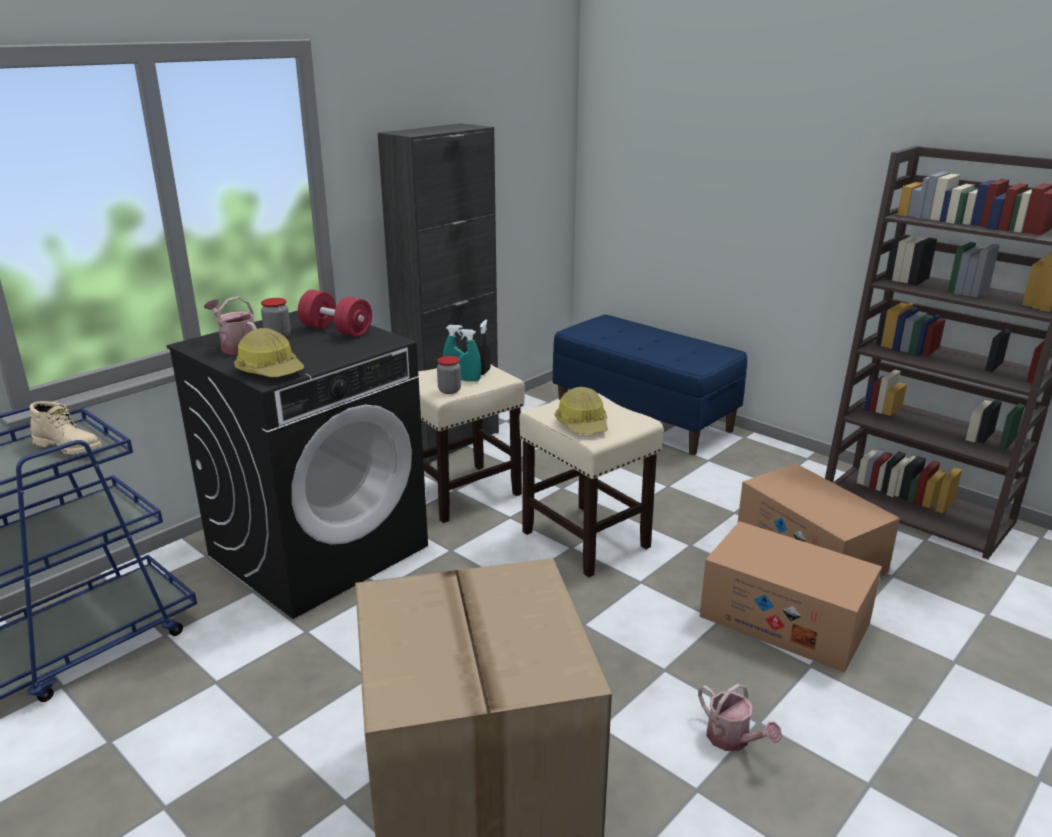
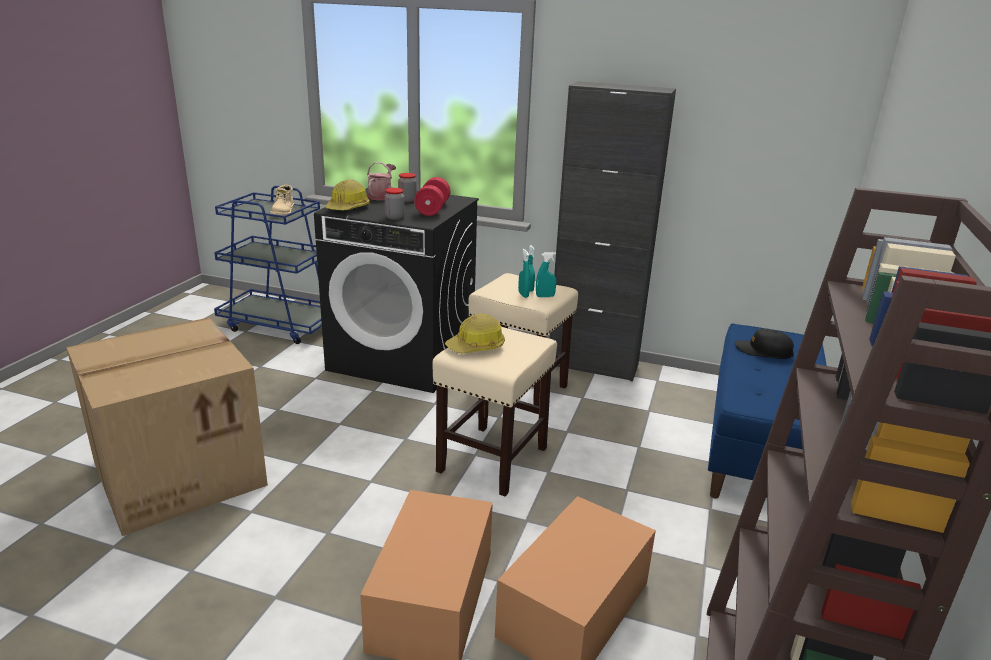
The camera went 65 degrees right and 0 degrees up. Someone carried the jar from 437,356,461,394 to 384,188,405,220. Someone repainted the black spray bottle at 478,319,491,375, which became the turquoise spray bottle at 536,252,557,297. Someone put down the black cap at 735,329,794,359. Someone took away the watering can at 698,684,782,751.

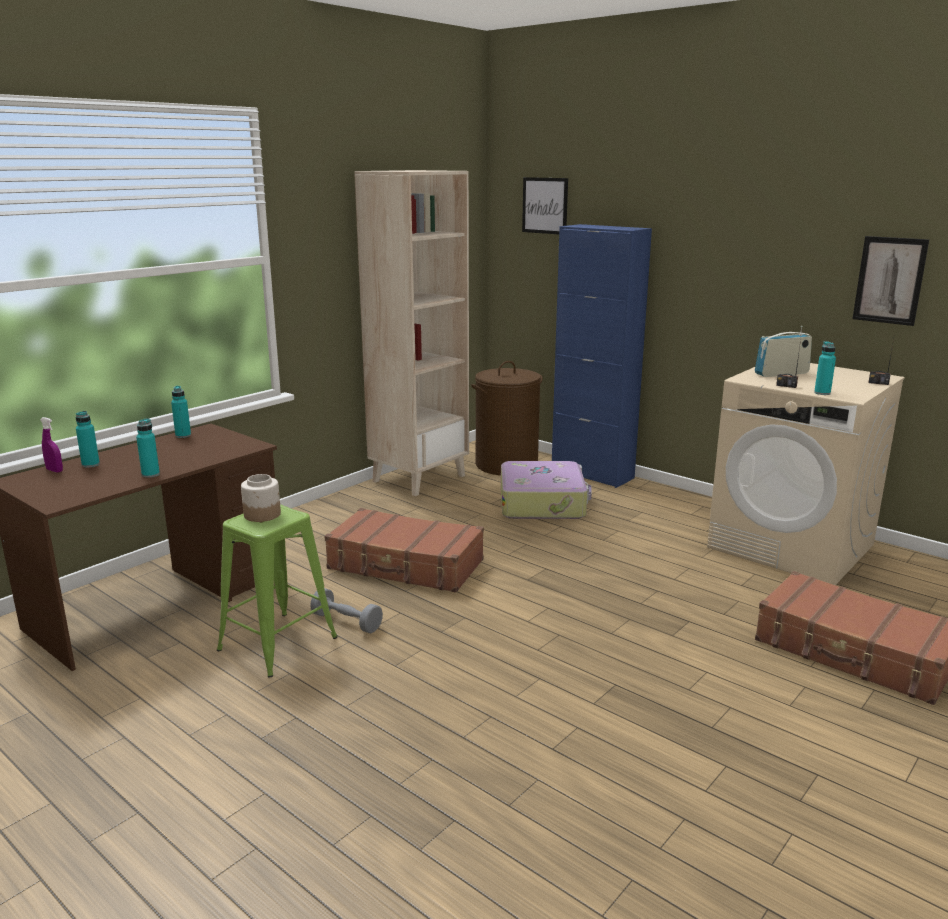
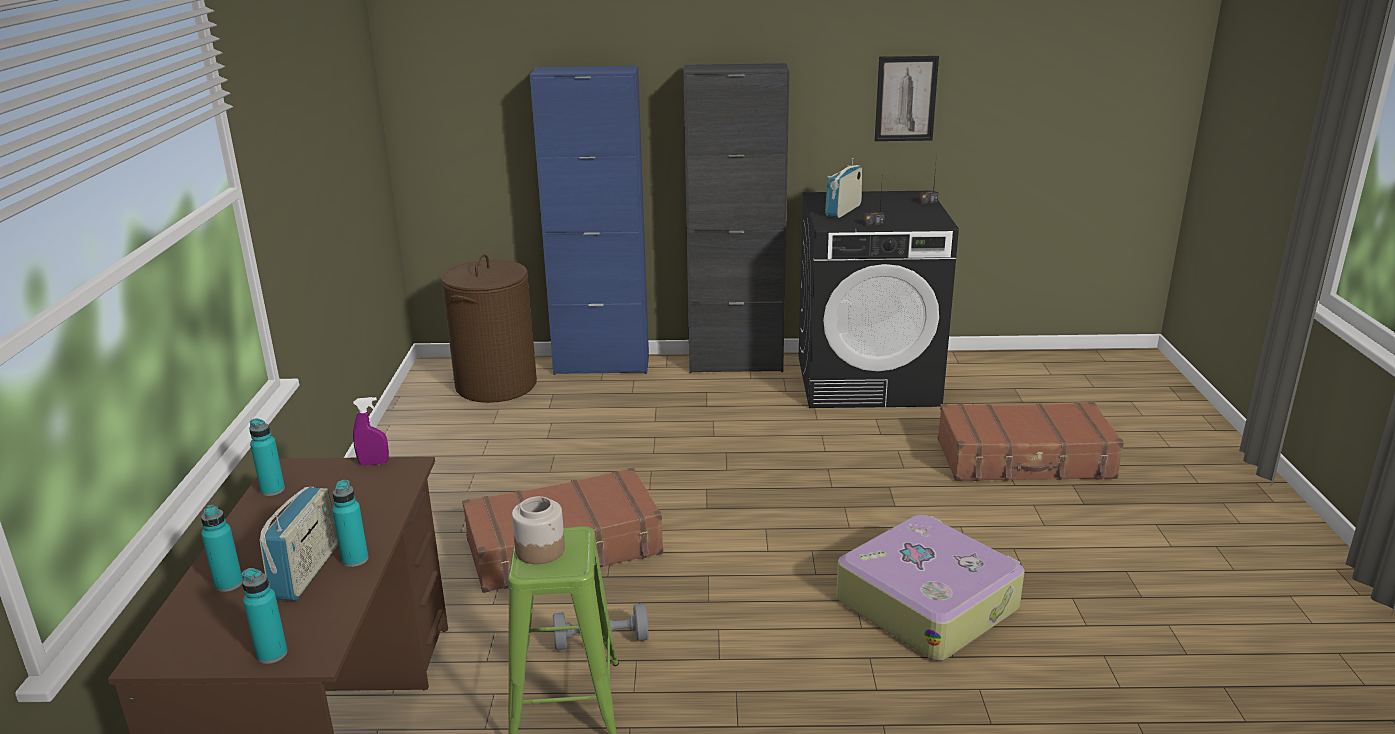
The camera went 40 degrees left and 5 degrees up. Someone carried the turquoise bottle from 814,341,836,395 to 242,568,288,664. Someone put down the radio at 260,487,338,600. Someone carried the purple spray bottle from 40,417,63,472 to 353,397,389,466. Someone put down the black cabinet at 683,63,790,373. Someone repainted the beige washing machine at 707,363,905,585, which became the black washing machine at 799,191,959,408. Someone carried the suitcase from 501,461,591,519 to 836,515,1025,661. Someone took away the beige bookcase at 354,170,469,496. Someone took away the picture at 522,177,568,234.

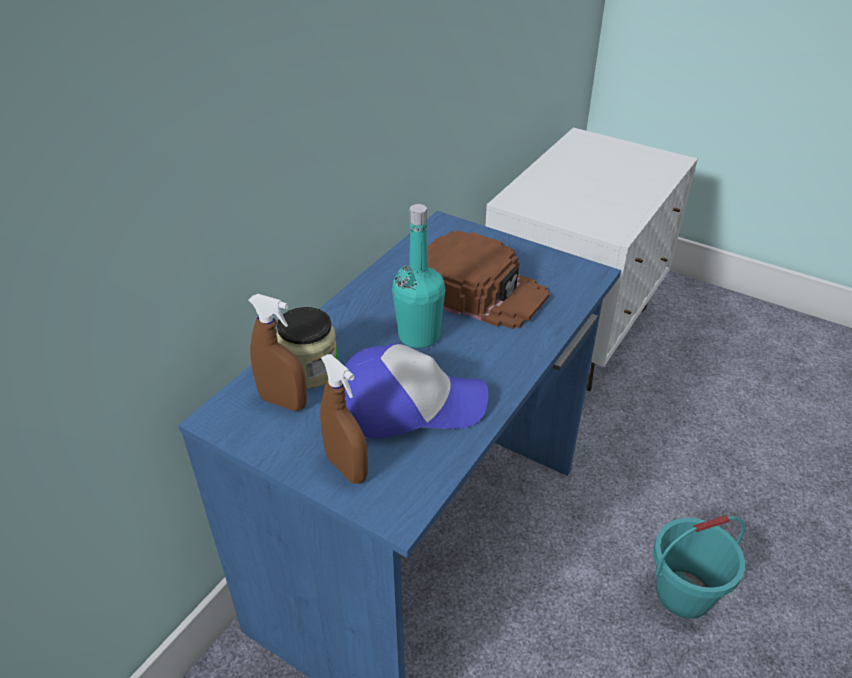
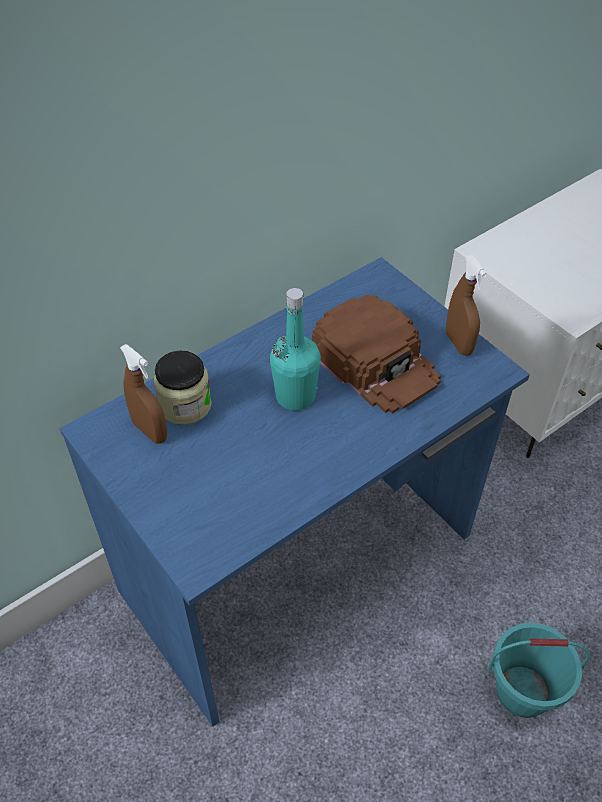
The camera went 20 degrees right and 10 degrees up. Someone carried the brown spray bottle from 320,354,368,484 to 446,255,487,356. Someone took away the cap at 344,344,488,439.

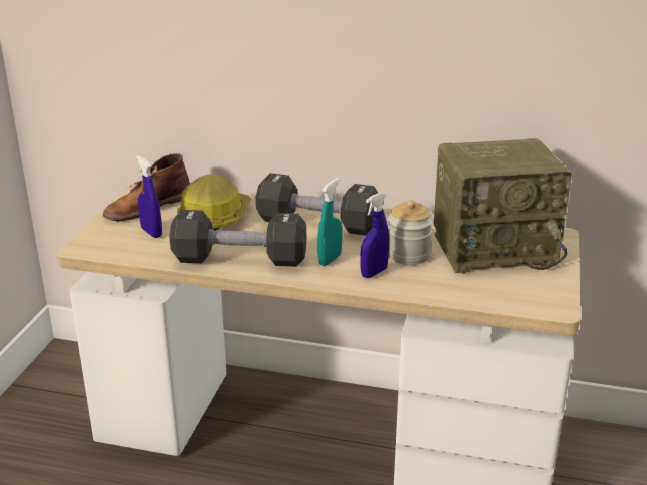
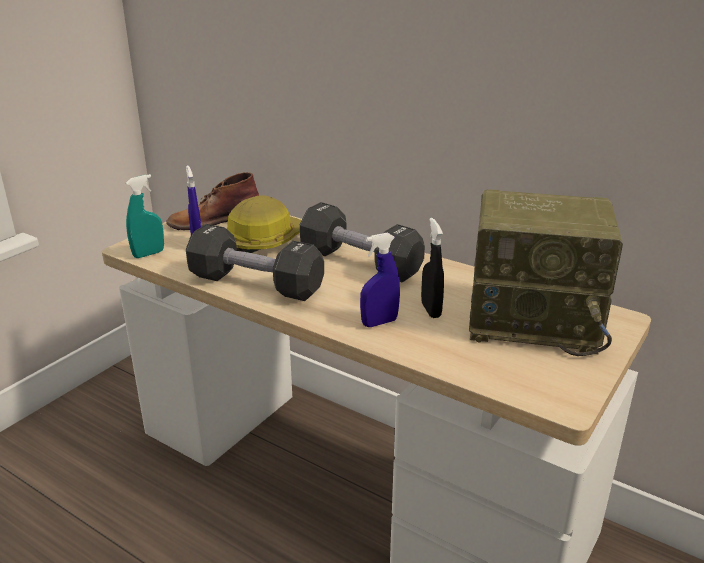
The camera went 20 degrees right and 0 degrees up. Someone carried the turquoise spray bottle from 317,178,343,266 to 126,174,164,258. Someone swapped the jar at 388,200,433,265 for the black spray bottle at 421,218,444,318.

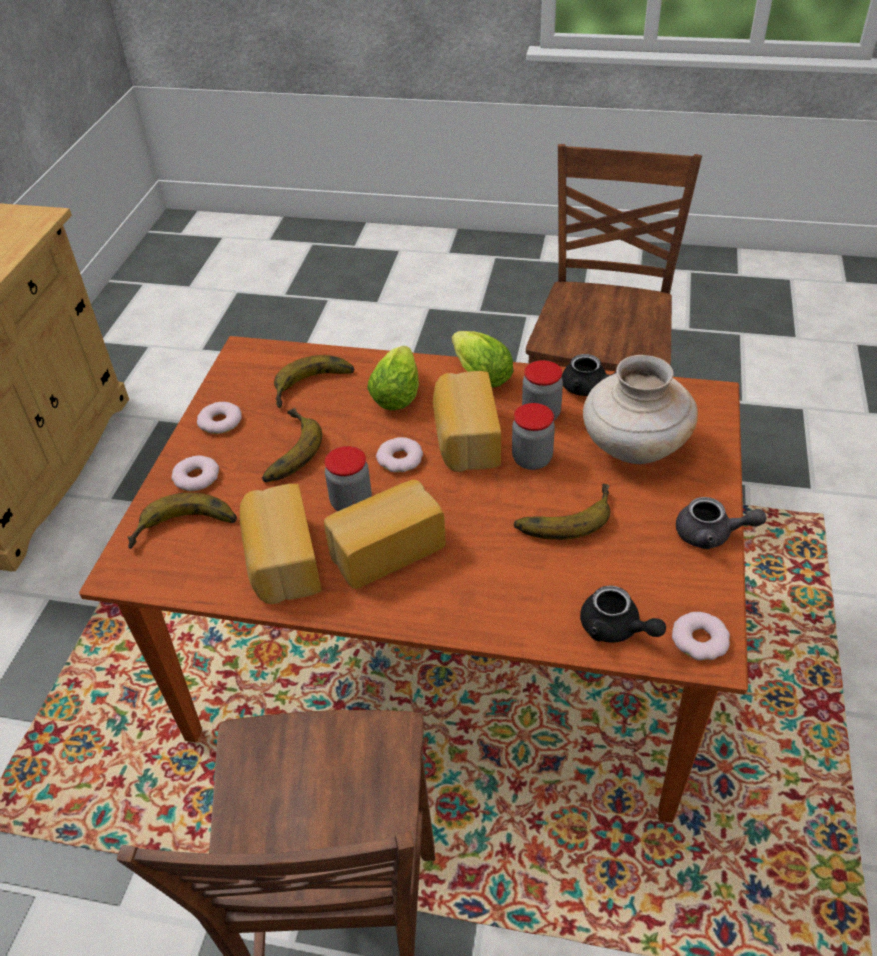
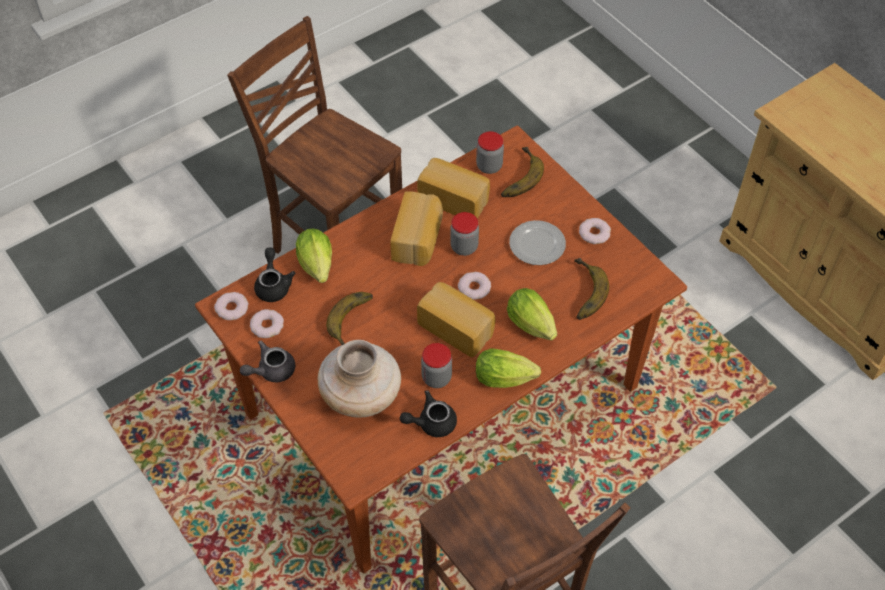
The camera went 130 degrees right and 10 degrees up. Someone carried the donut from 172,455,219,491 to 250,309,284,338. Someone rotated the black teapot at 580,585,666,643 by 90 degrees clockwise. Someone put down the lettuce at 296,229,332,283. Someone carried the jar from 512,403,555,470 to 476,131,504,174. Someone swapped the banana at 262,408,322,482 for the plate at 509,220,566,265.

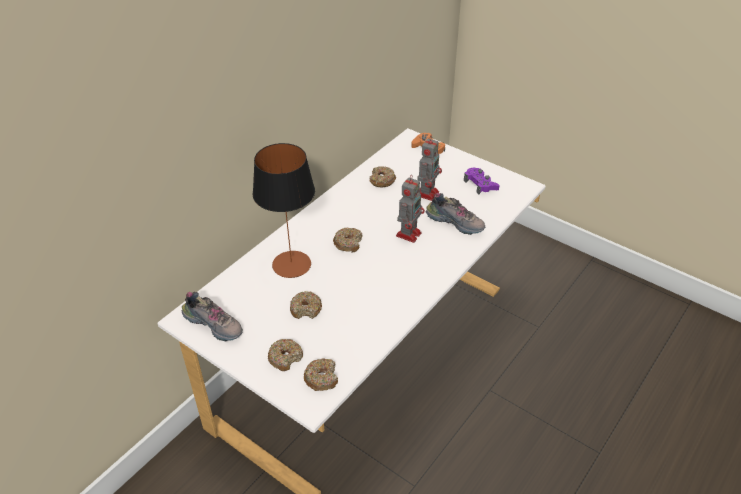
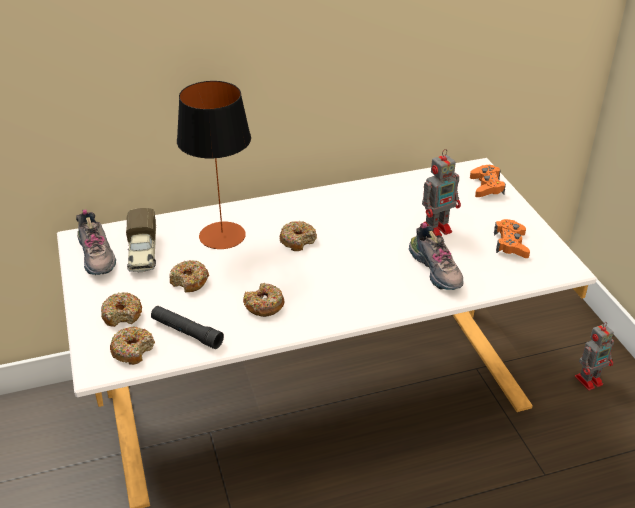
The camera went 35 degrees right and 5 degrees down. Someone put down the toy truck at 126,208,156,273. Someone put down the black flashlight at 151,306,224,349. Someone carried the donut from 370,166,396,187 to 243,283,285,317. Someone repainted the purple game controller at 464,167,499,195, which became the orange game controller at 494,219,530,258. Someone carried the toy robot from 396,174,425,243 to 575,322,614,391.

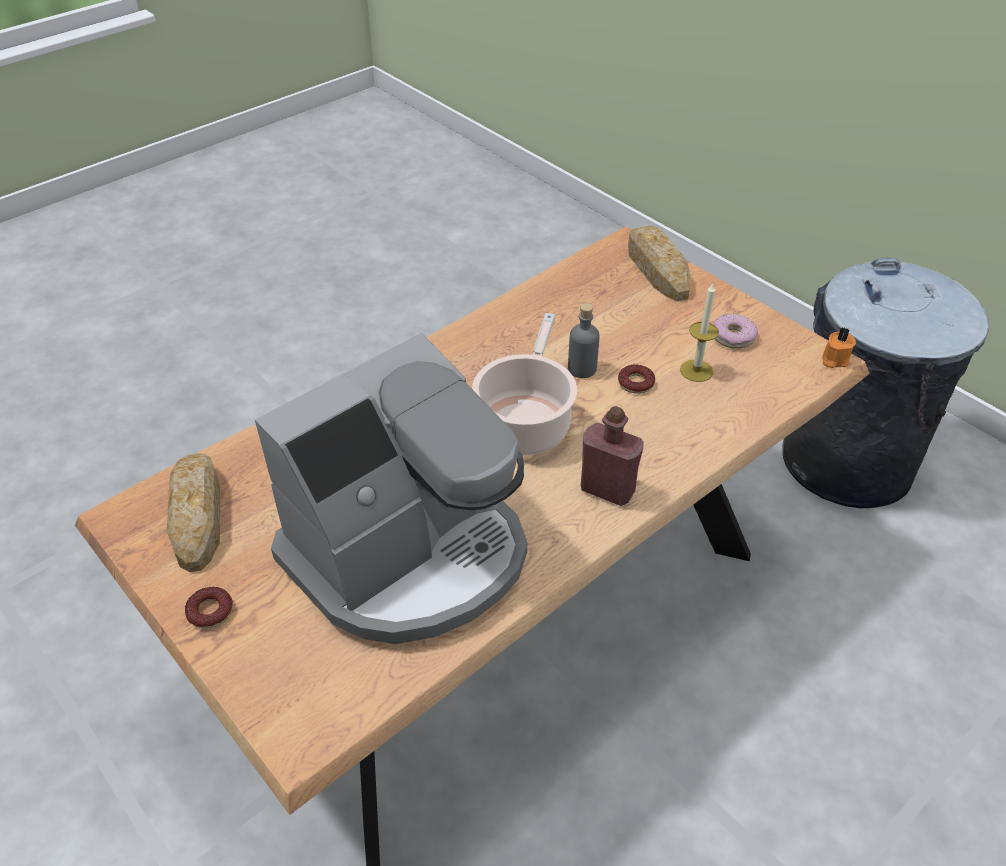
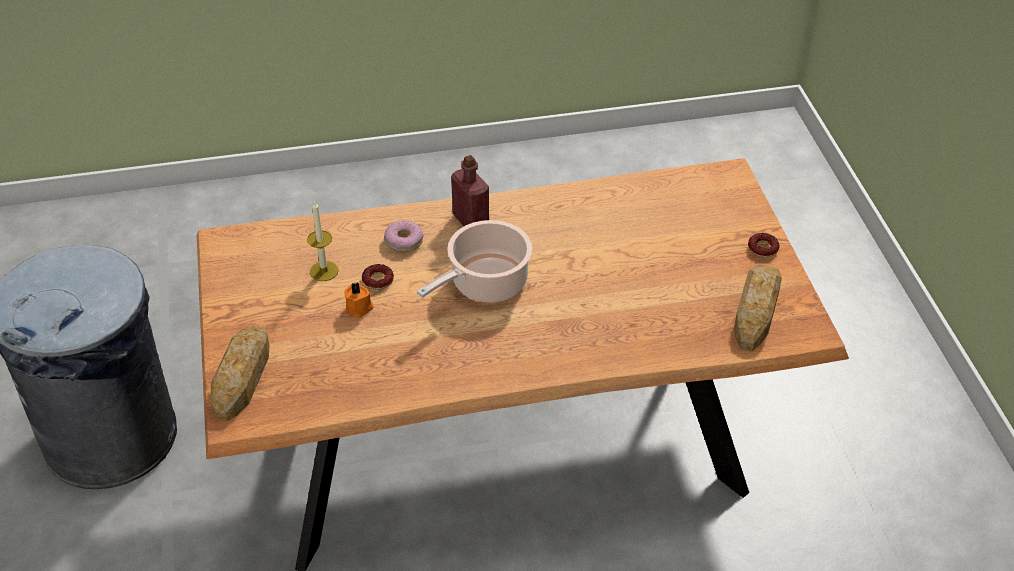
The camera went 150 degrees left and 0 degrees up. Someone carried the orange candle from 822,327,856,368 to 344,282,373,318. Someone carried the donut from 713,314,758,349 to 384,220,423,252. Someone took away the coffee machine at 255,333,527,644. Someone took away the grey bottle at 568,303,600,378.

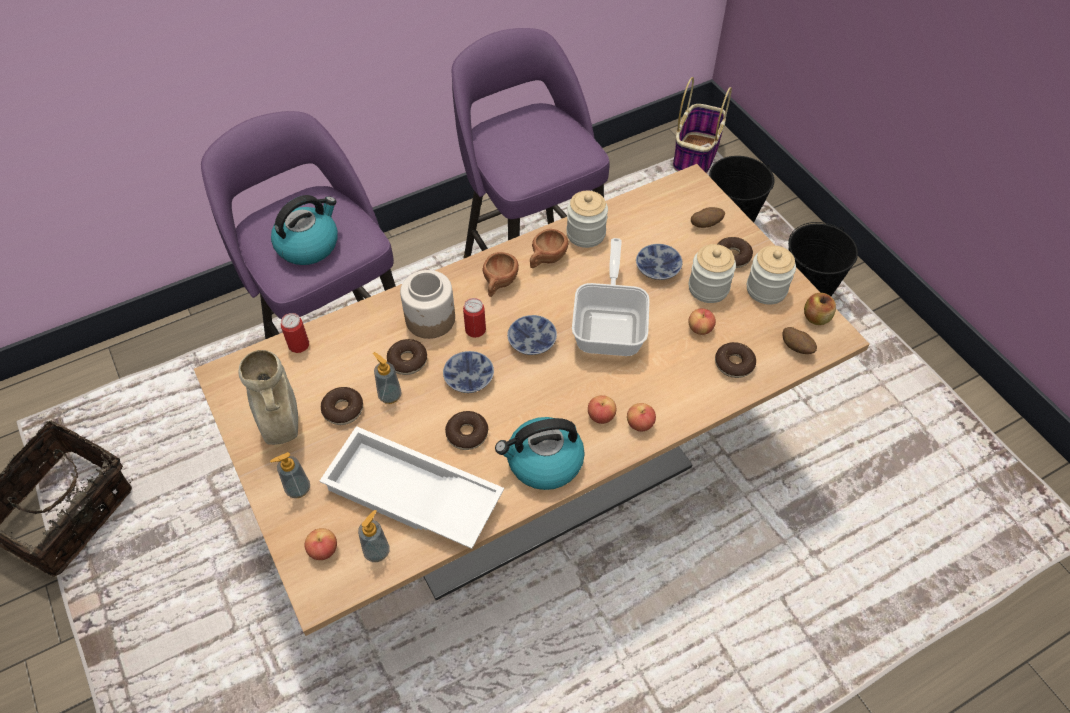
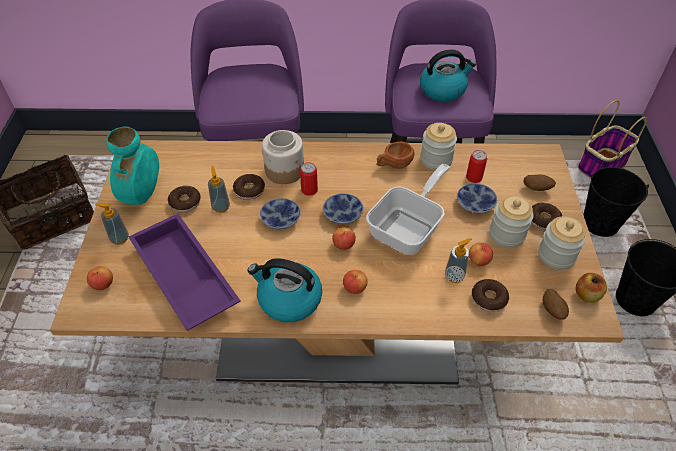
The camera went 30 degrees right and 5 degrees down. Someone repainted the beige vase at 239,350,298,445, which became the turquoise vase at 106,127,159,205. Someone repainted the white tray at 320,426,504,549, which became the purple tray at 129,214,241,331. Someone carried the apple from 627,403,656,431 to 332,227,356,250. Someone carried the kettle from 271,195,338,265 to 420,49,476,102. Someone carried the soap dispenser from 358,510,390,562 to 445,238,472,283. Someone carried the can from 281,313,309,353 to 466,150,487,183. Someone took away the donut at 445,411,489,450. Someone took away the brown cup at 483,252,519,297.

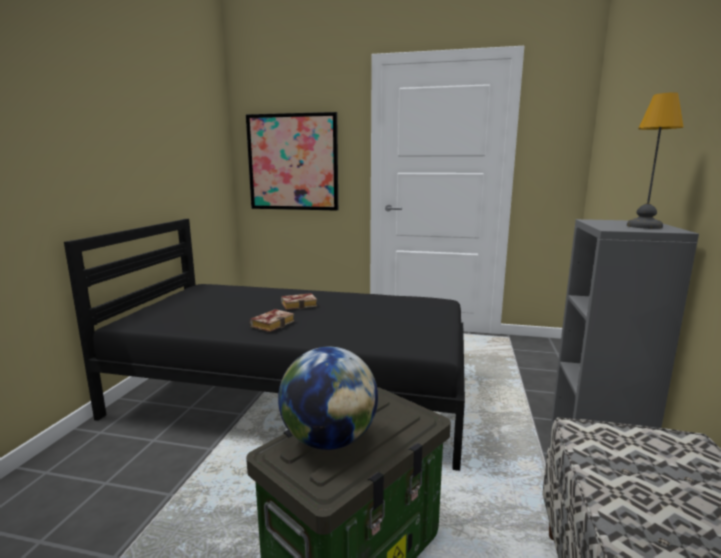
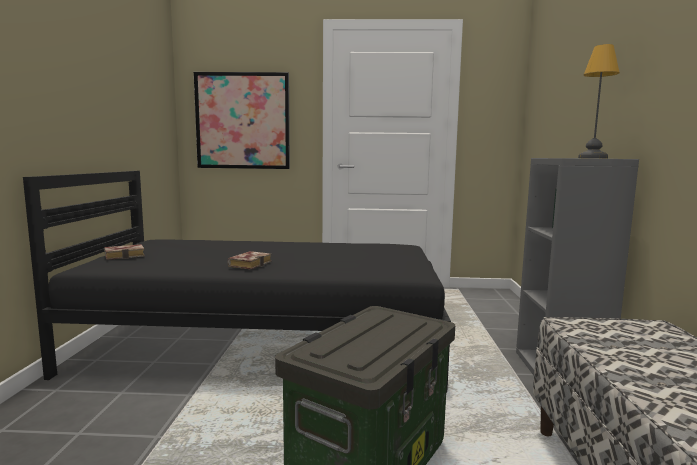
The camera went 10 degrees left and 5 degrees down. Someone carried the book from 281,293,317,310 to 104,244,145,260. Someone took away the globe at 278,347,378,450.

